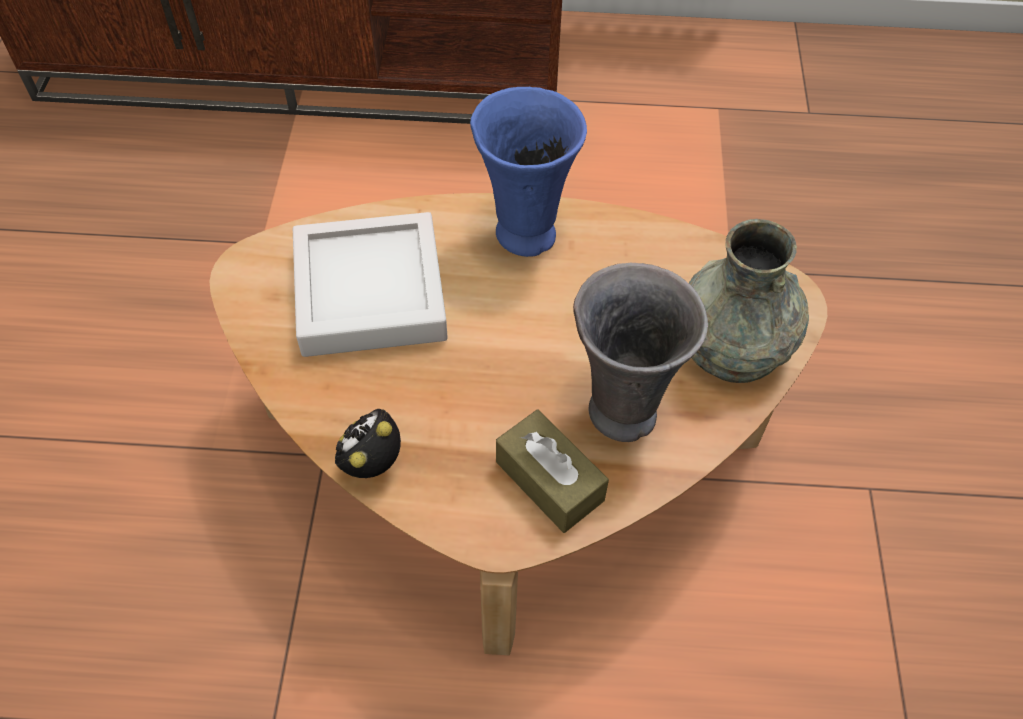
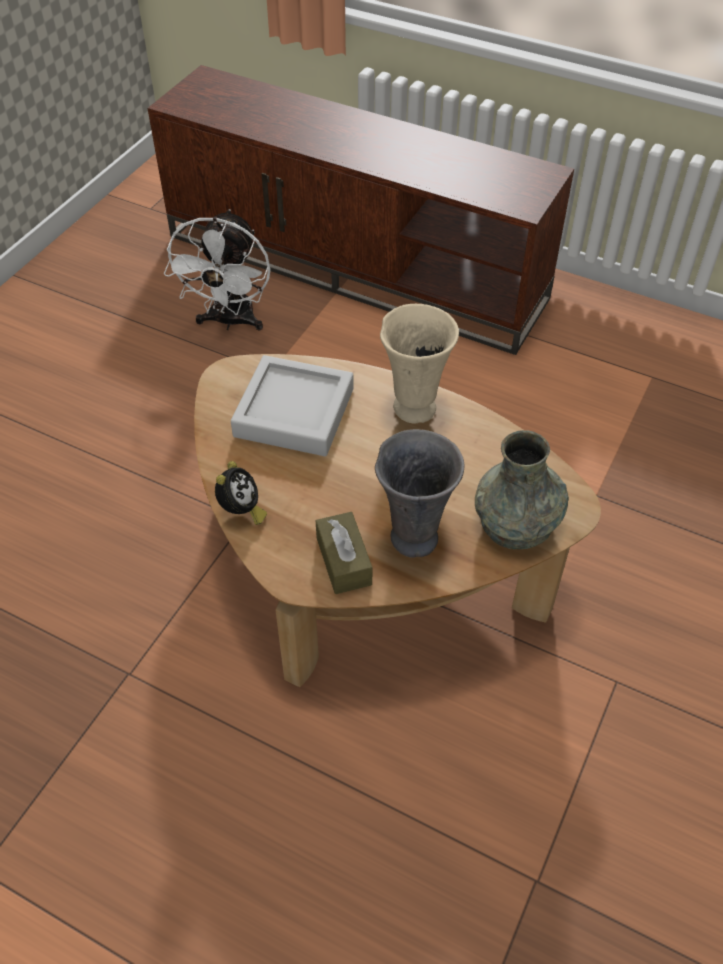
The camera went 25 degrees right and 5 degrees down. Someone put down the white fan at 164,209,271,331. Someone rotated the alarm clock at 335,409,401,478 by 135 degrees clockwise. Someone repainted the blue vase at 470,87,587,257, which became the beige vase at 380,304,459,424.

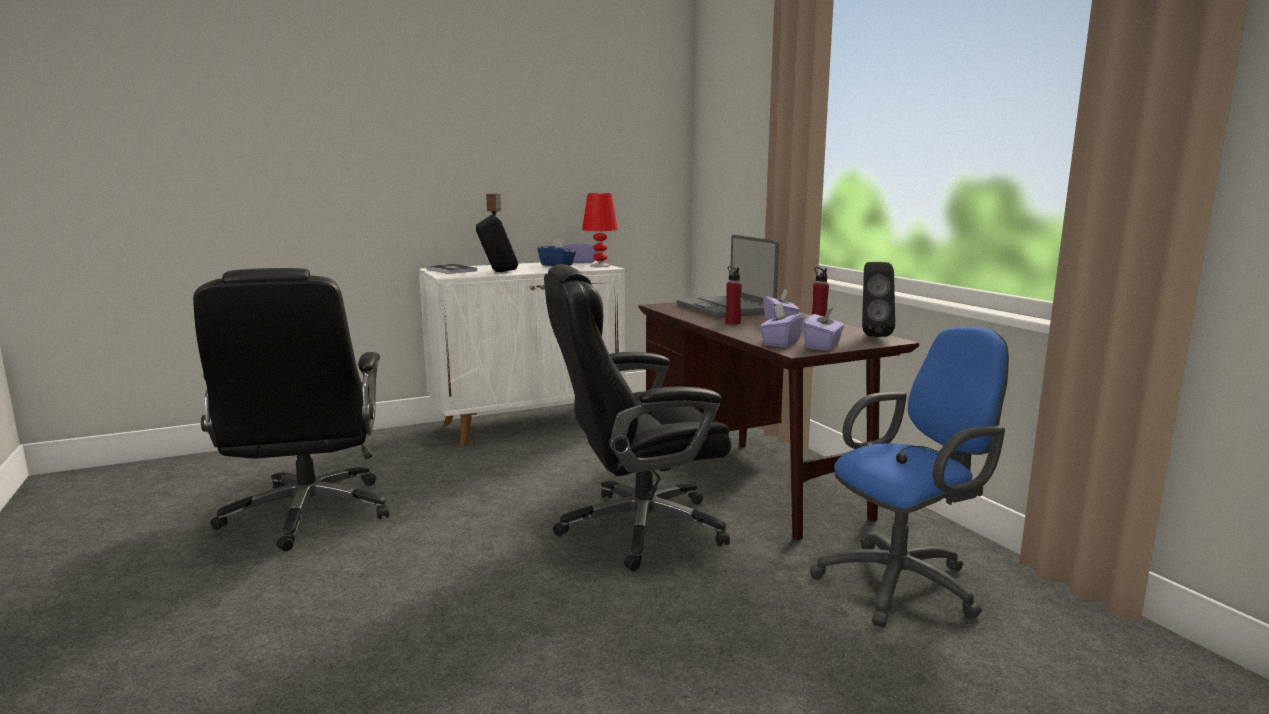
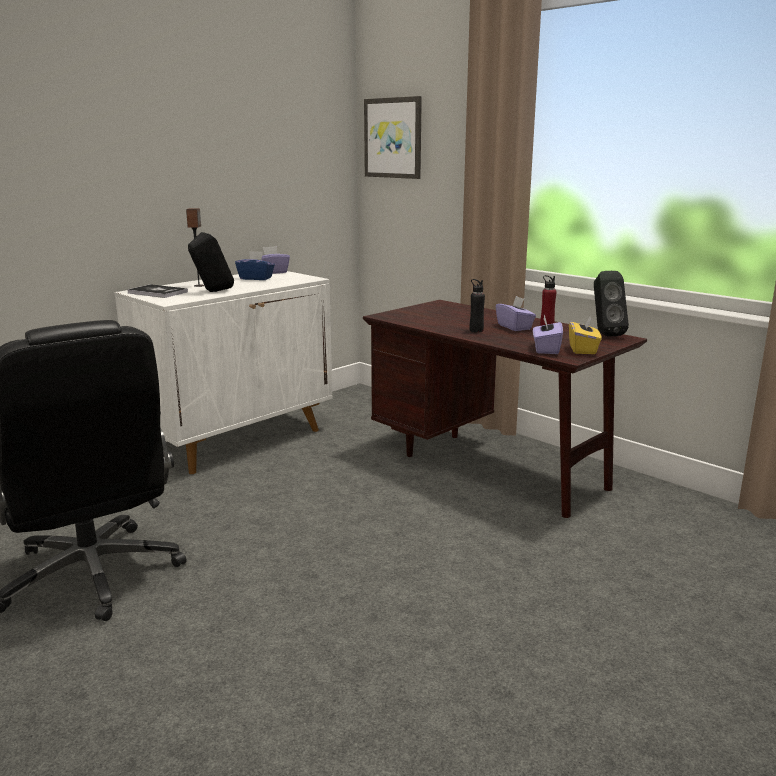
The camera went 20 degrees left and 5 degrees up. Someone put up the picture at 364,96,422,179. Someone repainted the red bottle at 725,266,742,325, which became the black bottle at 469,279,485,333. Someone repainted the purple tissue box at 803,307,844,351, which became the yellow tissue box at 569,316,601,354. Someone took away the black office chair at 544,264,731,571. Someone took away the red table lamp at 582,193,618,267. Someone took away the laptop at 677,235,779,318. Someone took away the blue office chair at 810,327,1009,627.

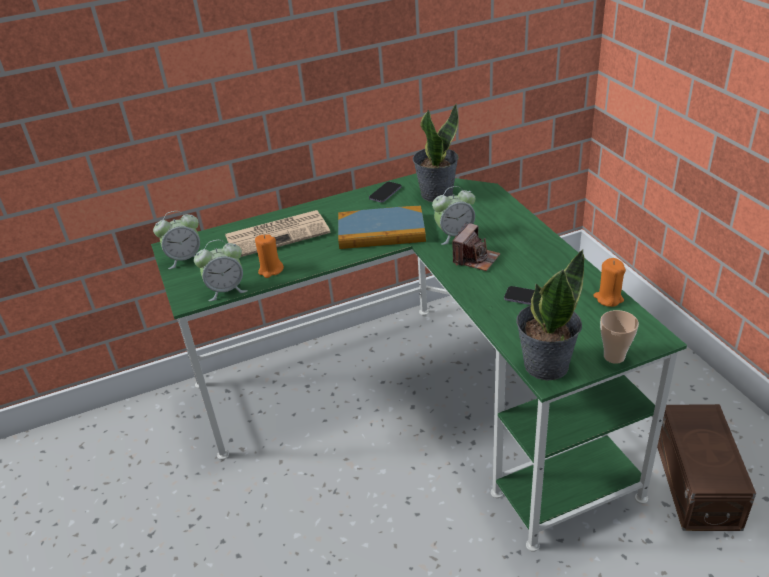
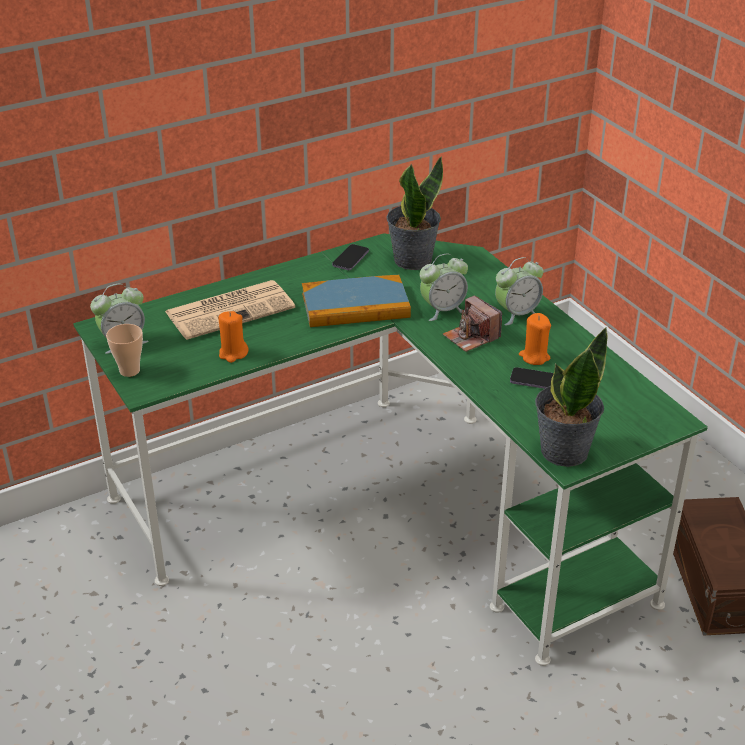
The camera went 10 degrees left and 0 degrees up. Someone carried the cup from 600,310,639,364 to 106,324,143,377. Someone rotated the photo camera at 452,223,501,271 by 120 degrees clockwise. Someone carried the alarm clock from 194,240,248,301 to 495,257,543,326. Someone carried the orange candle from 593,258,626,307 to 519,313,551,365.

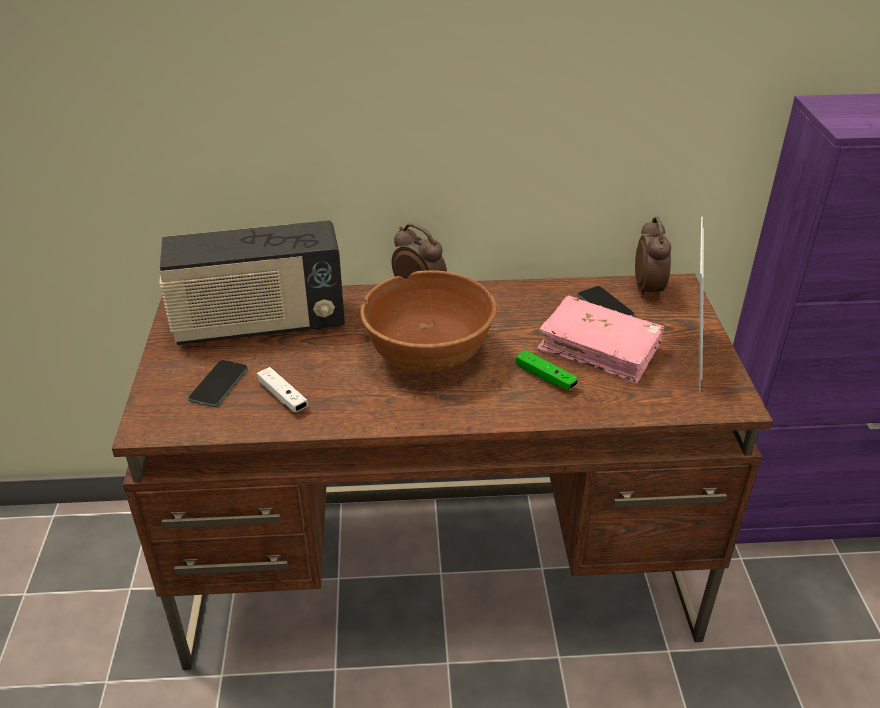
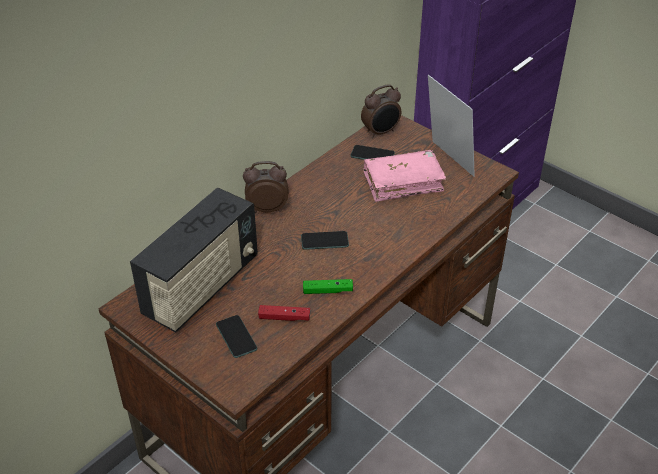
The camera went 45 degrees left and 5 degrees up. Someone repainted the white game controller at 257,367,308,412, which became the red game controller at 258,305,310,321. Someone swapped the brown bowl at 361,270,496,373 for the phone at 301,231,349,250. Someone carried the green game controller from 516,350,578,391 to 303,279,353,294. Someone rotated the alarm clock at 635,217,671,300 by 105 degrees clockwise.

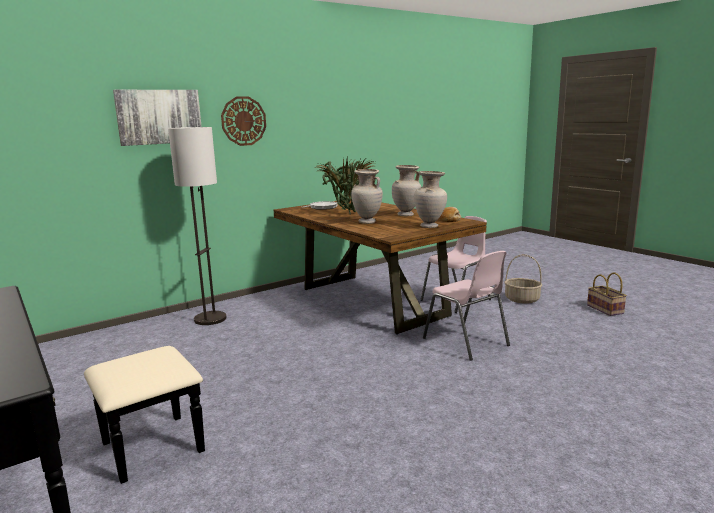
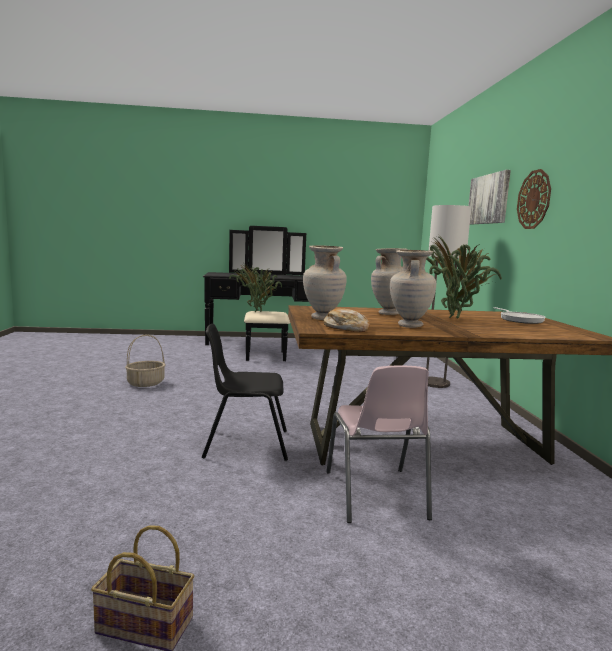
The camera went 120 degrees right and 5 degrees down. Someone carried the basket from 504,254,542,304 to 125,334,166,387. Someone repainted the pink chair at 423,251,510,361, which became the black chair at 202,324,288,461. Someone put down the potted plant at 229,264,282,312.

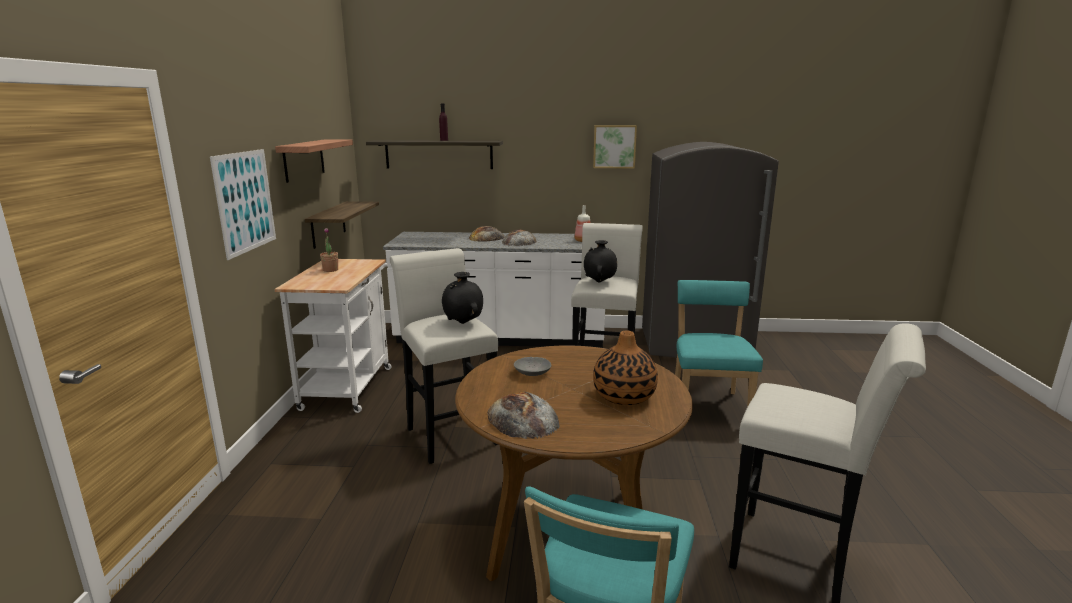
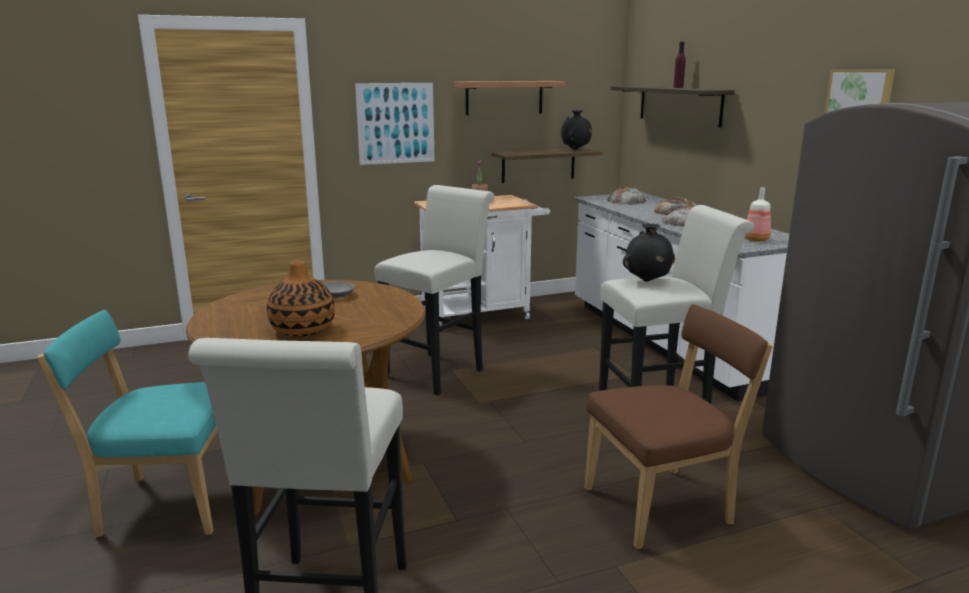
The camera went 65 degrees right and 0 degrees up. Someone carried the black vase from 442,272,483,324 to 561,110,592,150. Someone repainted the turquoise chair at 675,280,763,407, which became the brown chair at 584,304,773,549. Someone carried the bread from 487,392,560,439 to 607,187,646,205.

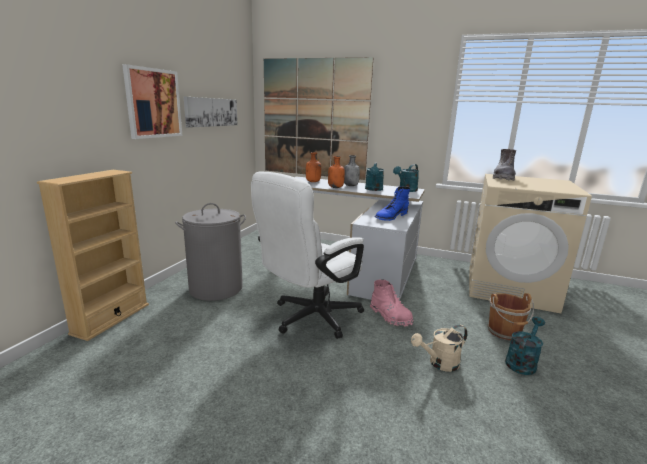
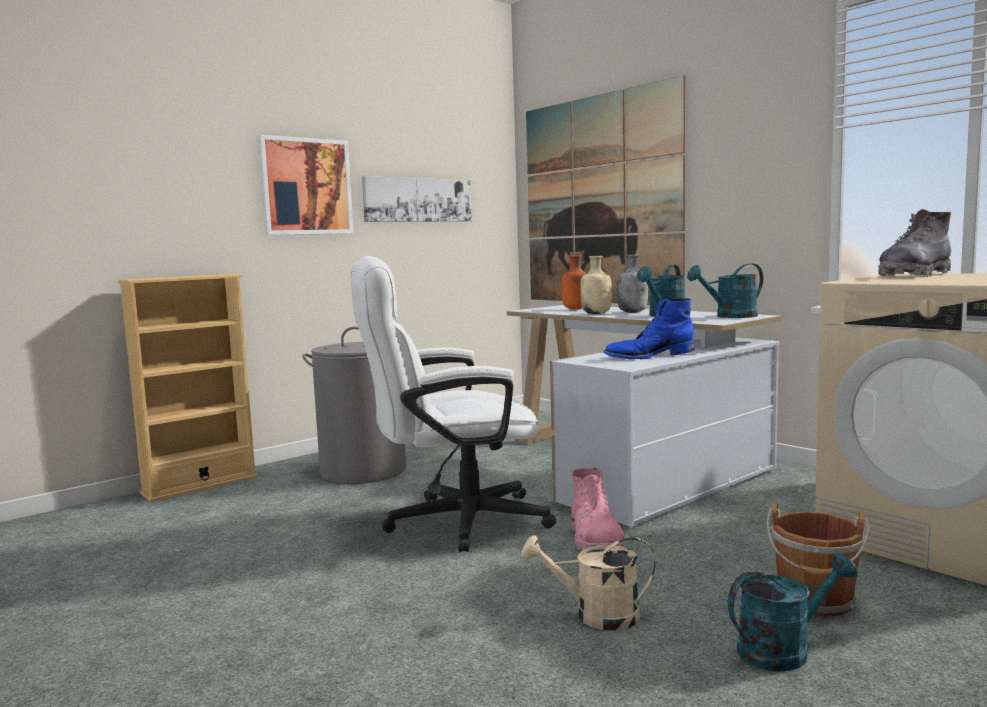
The camera went 30 degrees right and 10 degrees down. Someone repainted the orange bottle at 328,156,345,188, which became the beige bottle at 580,256,612,314.

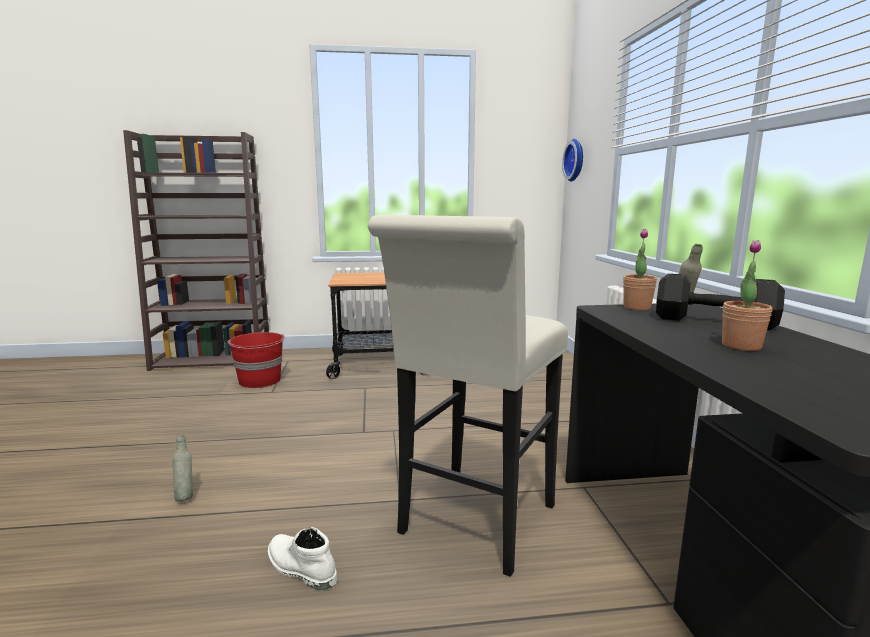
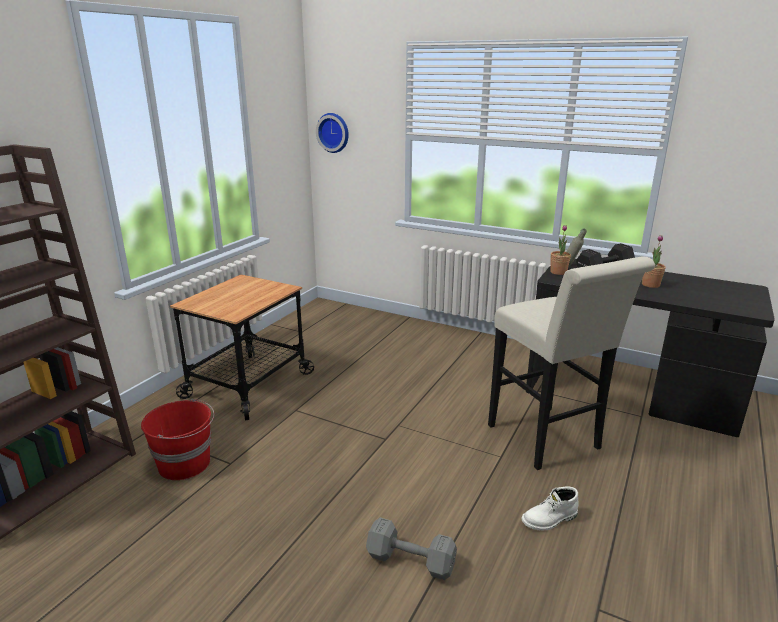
The camera went 55 degrees left and 10 degrees up. Someone swapped the grey bottle at 172,435,193,501 for the grey dumbbell at 366,518,457,580.

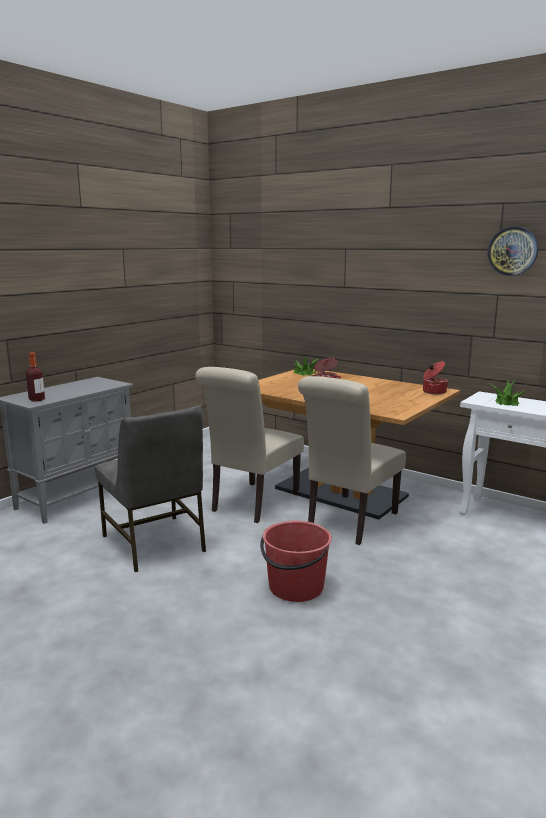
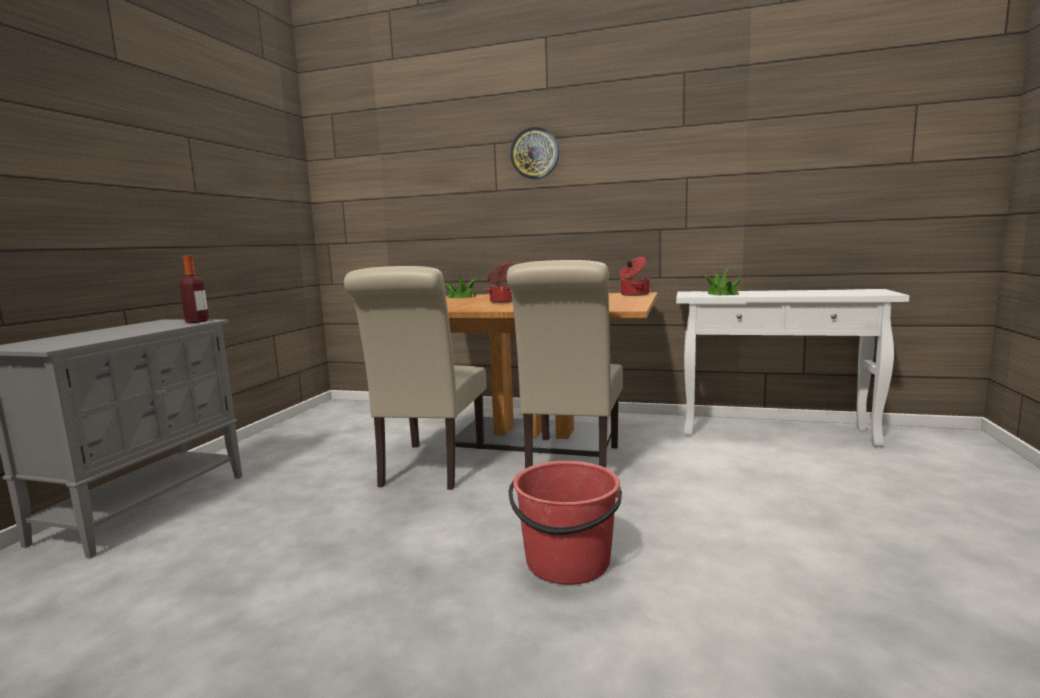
The camera went 20 degrees left and 5 degrees down. Someone carried the bottle from 26,353,45,402 to 180,256,209,323. Someone carried the wall clock from 488,226,538,276 to 510,127,559,180. Someone took away the grey chair at 95,405,206,572.

